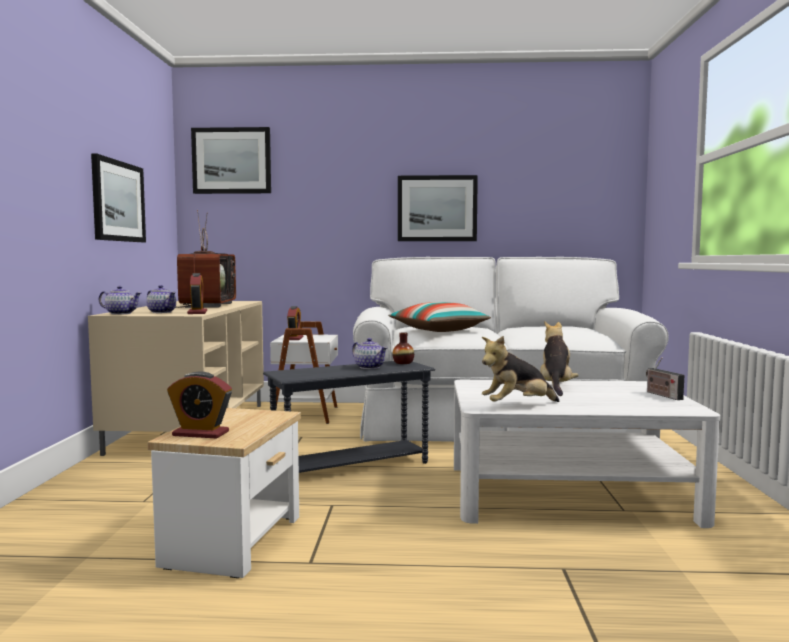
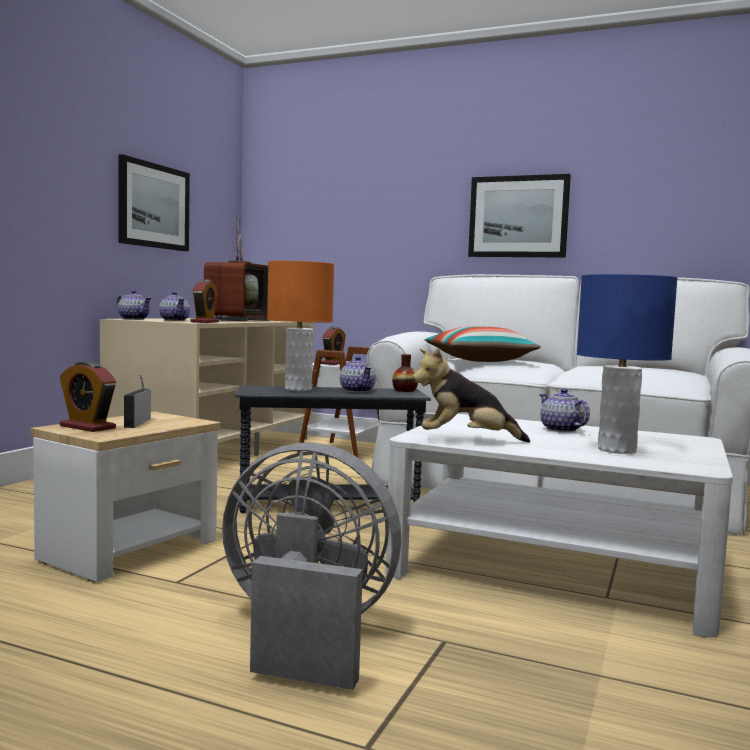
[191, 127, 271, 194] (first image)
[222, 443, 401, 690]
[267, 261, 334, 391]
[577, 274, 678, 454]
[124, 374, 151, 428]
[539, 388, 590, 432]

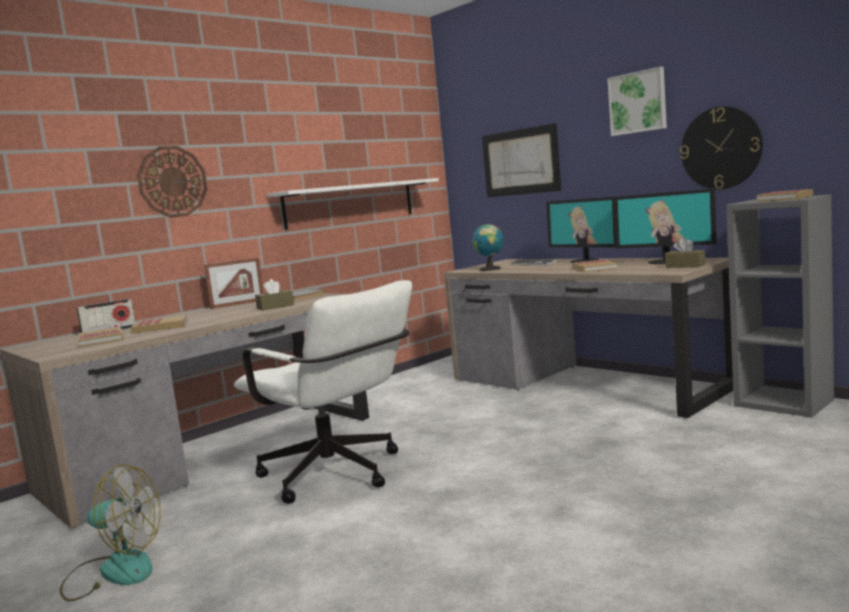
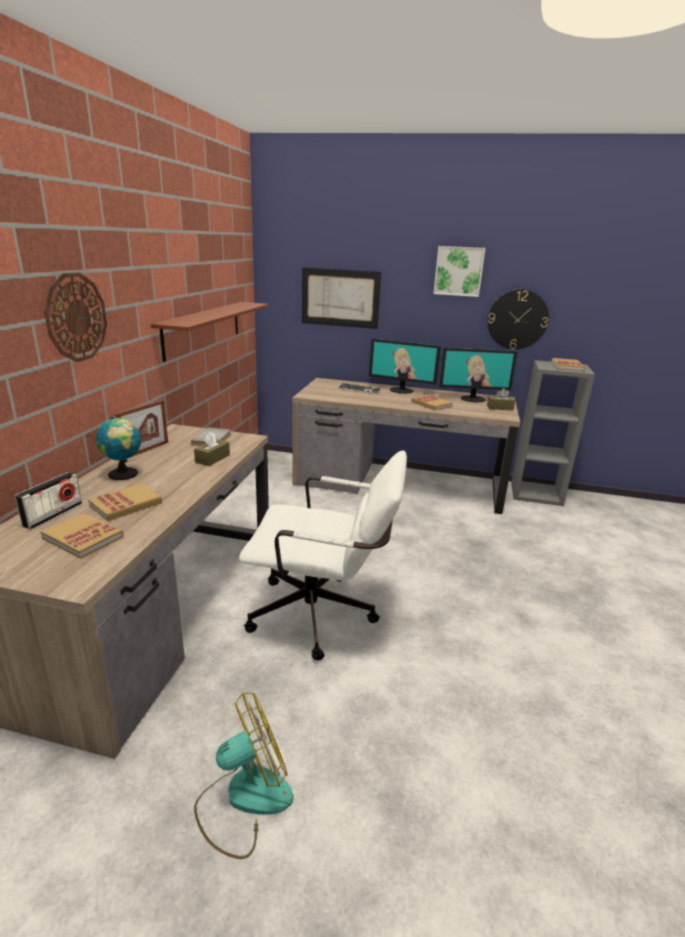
[96, 417, 141, 480]
[151, 302, 268, 362]

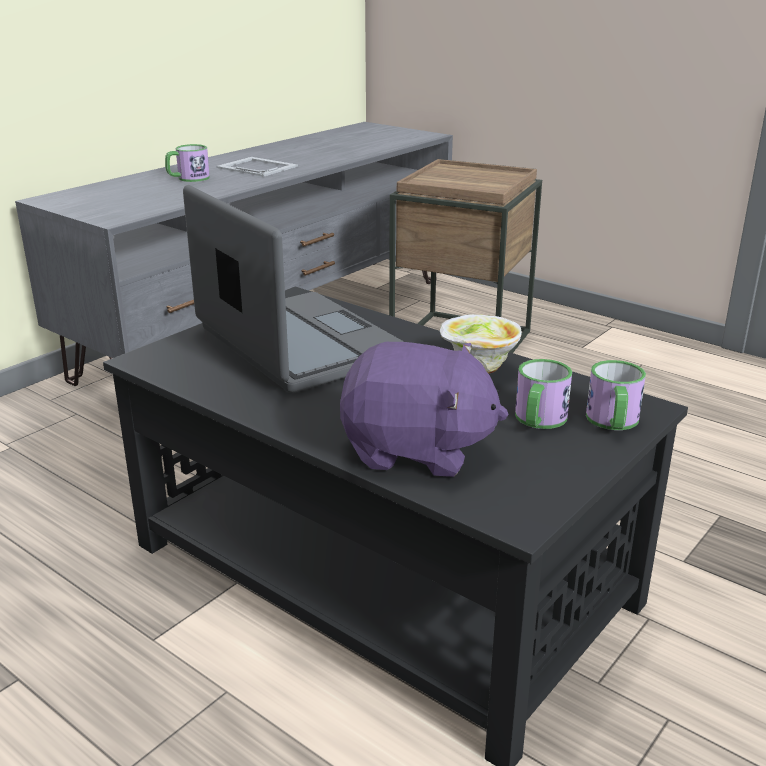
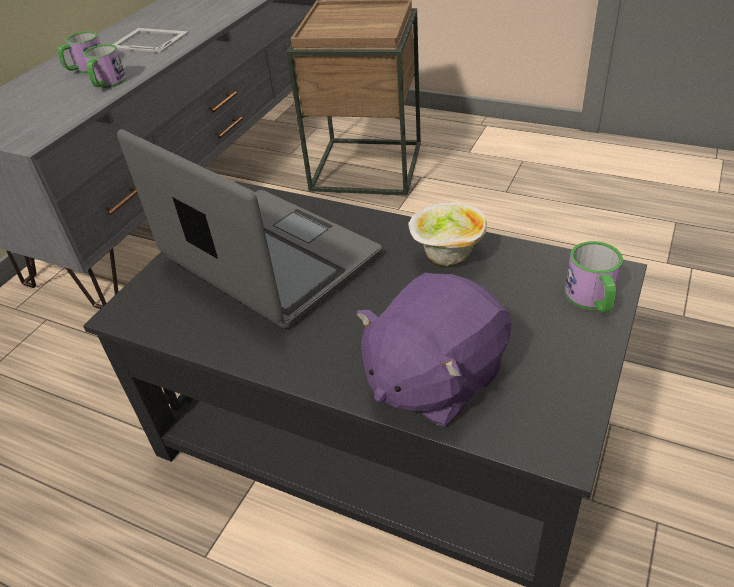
[84, 44, 127, 88]
[356, 273, 512, 427]

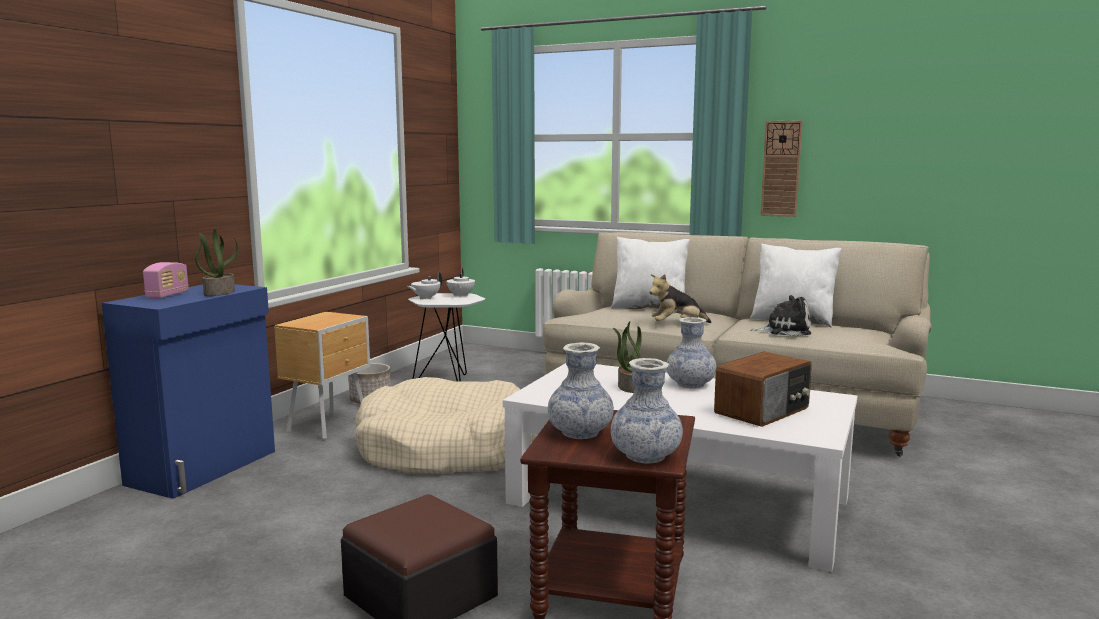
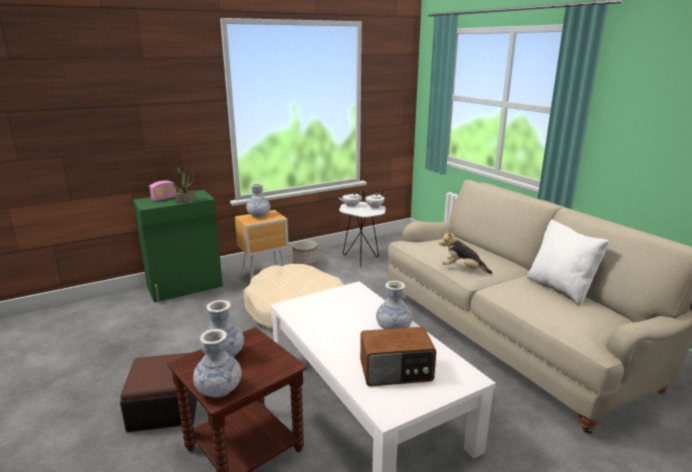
[610, 237, 690, 311] (first image)
[613, 321, 642, 393] (first image)
[750, 295, 811, 336] (first image)
[761, 120, 802, 217] (first image)
[246, 183, 270, 218]
[133, 190, 223, 302]

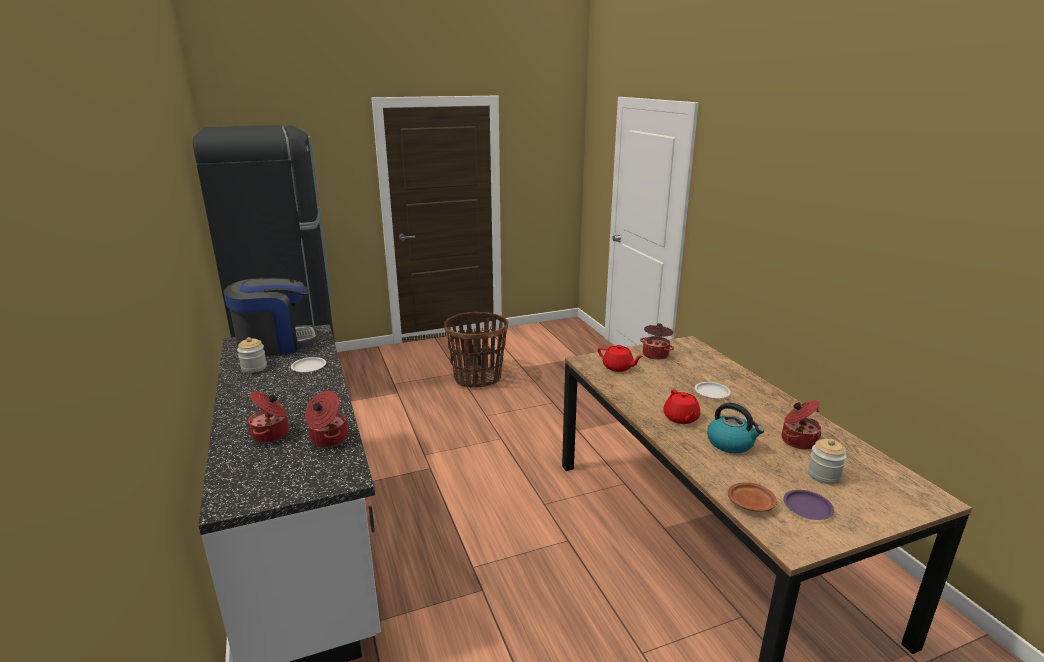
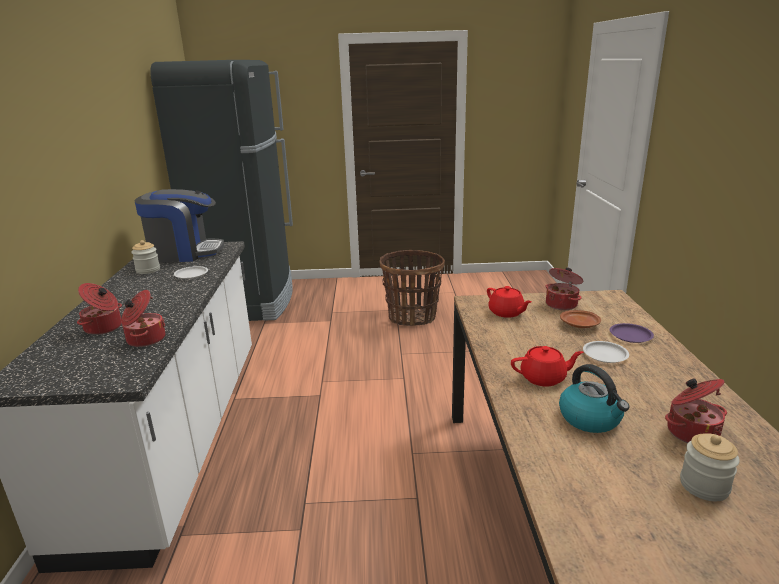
[560, 310, 601, 328]
[610, 323, 654, 343]
[511, 346, 583, 386]

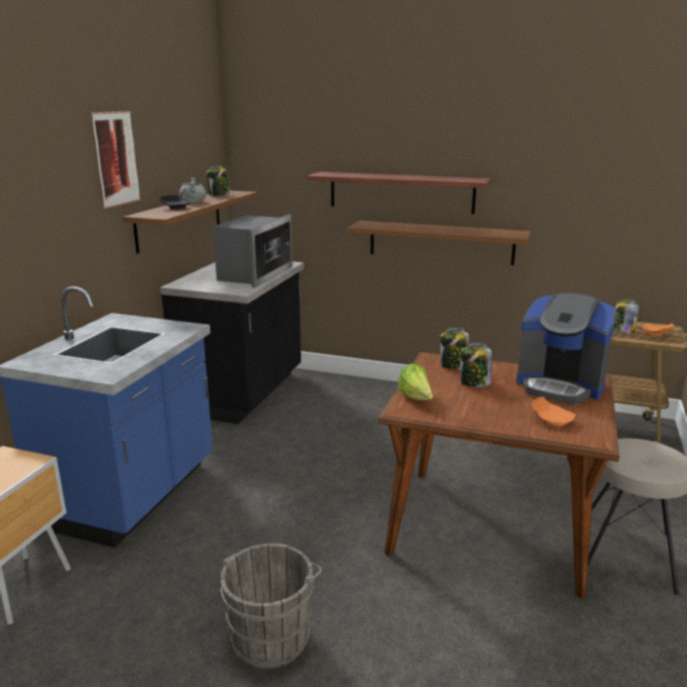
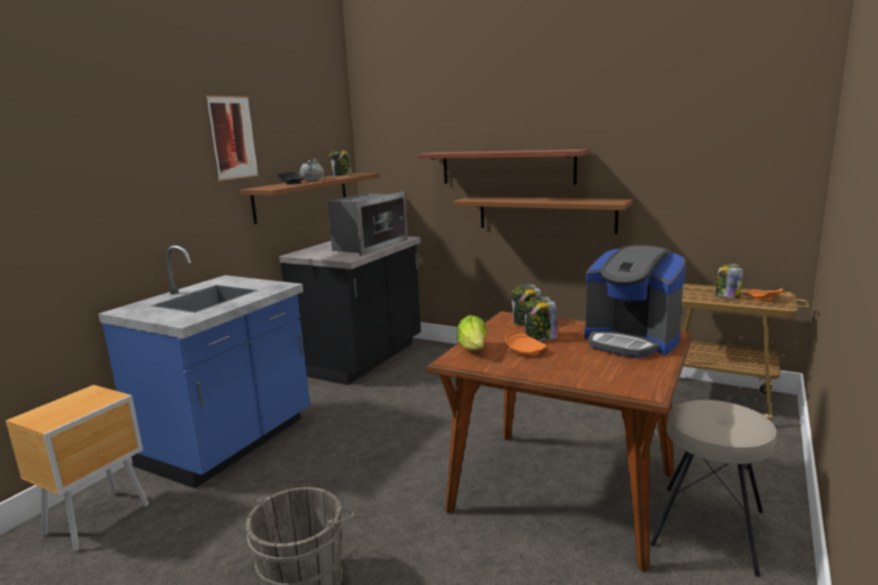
[505, 330, 546, 356]

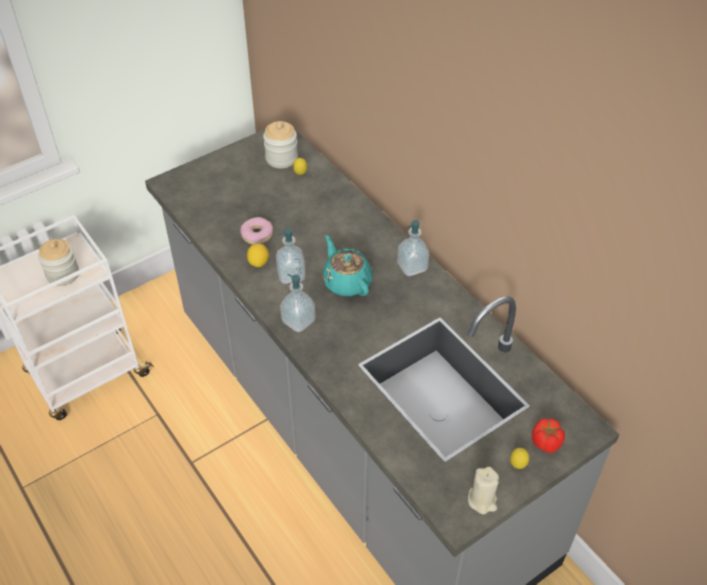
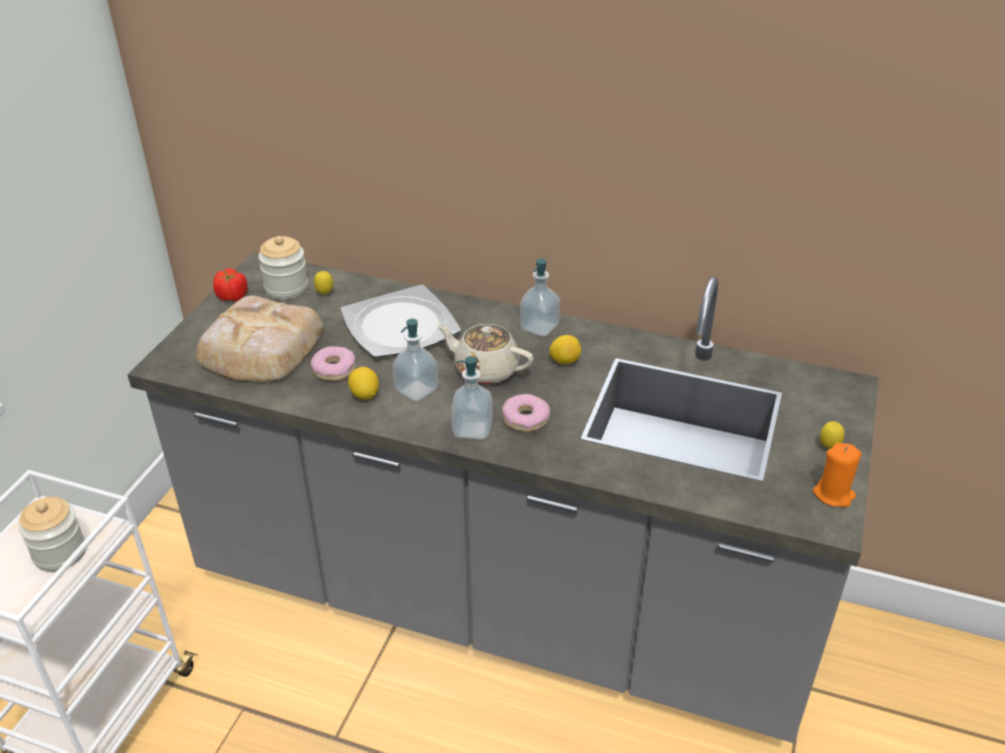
[196, 295, 323, 382]
[340, 285, 461, 358]
[502, 394, 550, 432]
[549, 335, 581, 364]
[213, 269, 248, 301]
[436, 324, 533, 384]
[813, 443, 861, 507]

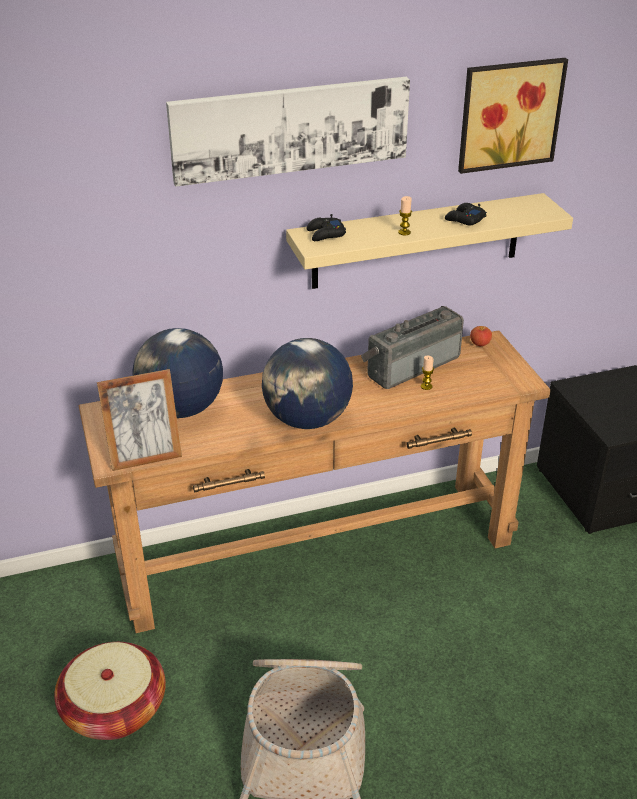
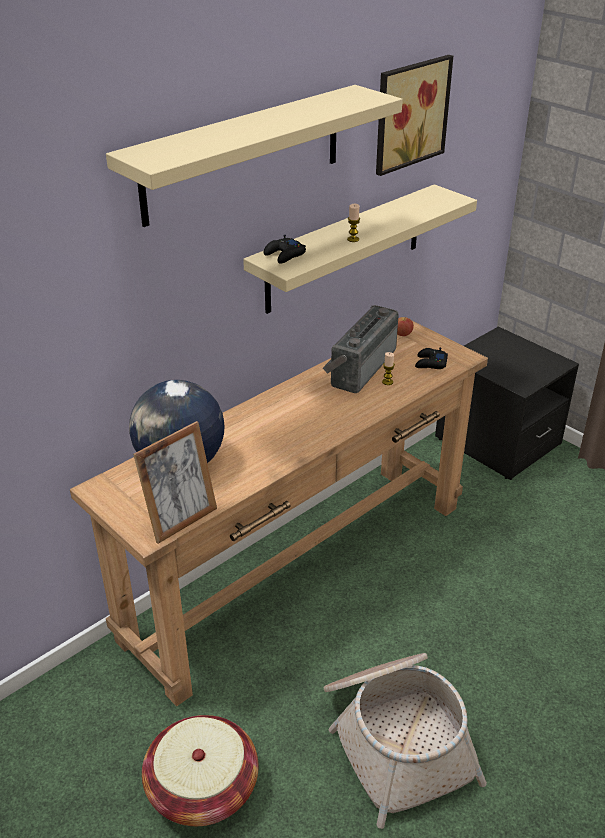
[262, 338, 353, 429] (first image)
[415, 348, 448, 369]
[106, 85, 403, 227]

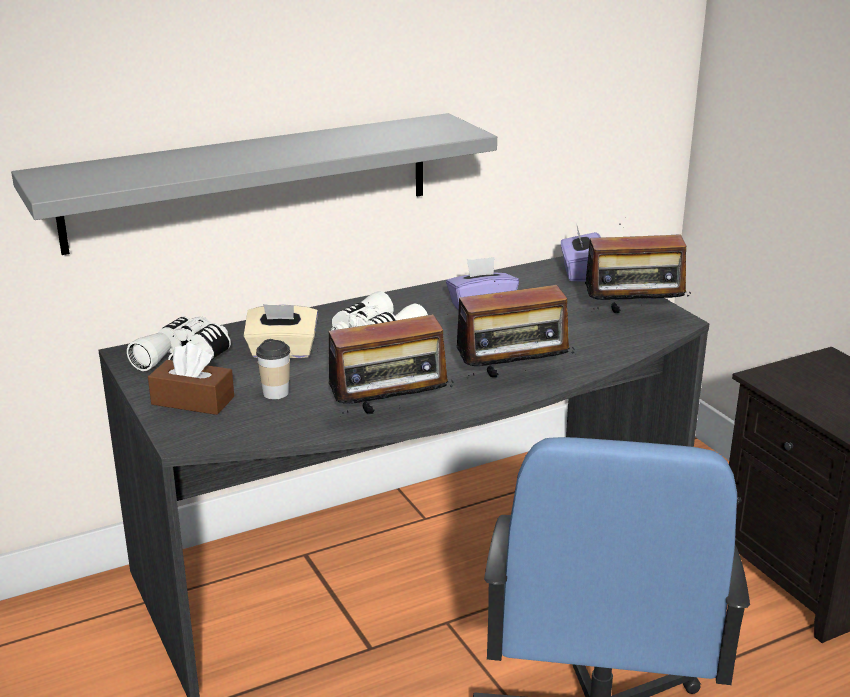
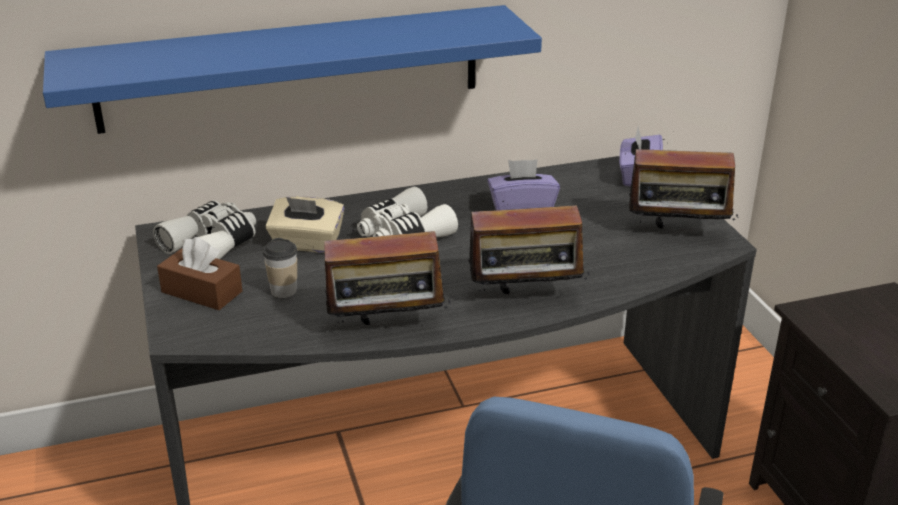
[43, 5, 542, 134]

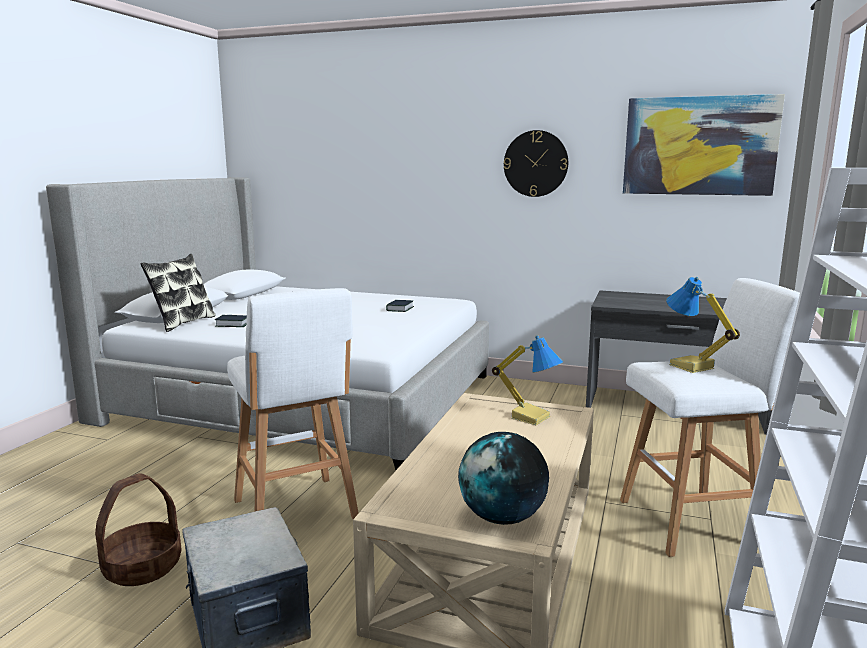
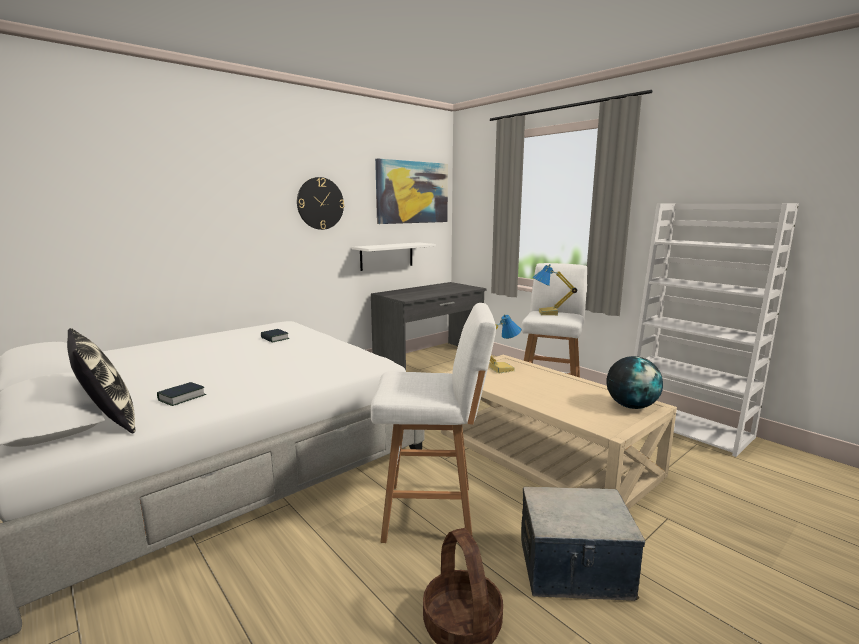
[352, 242, 436, 271]

